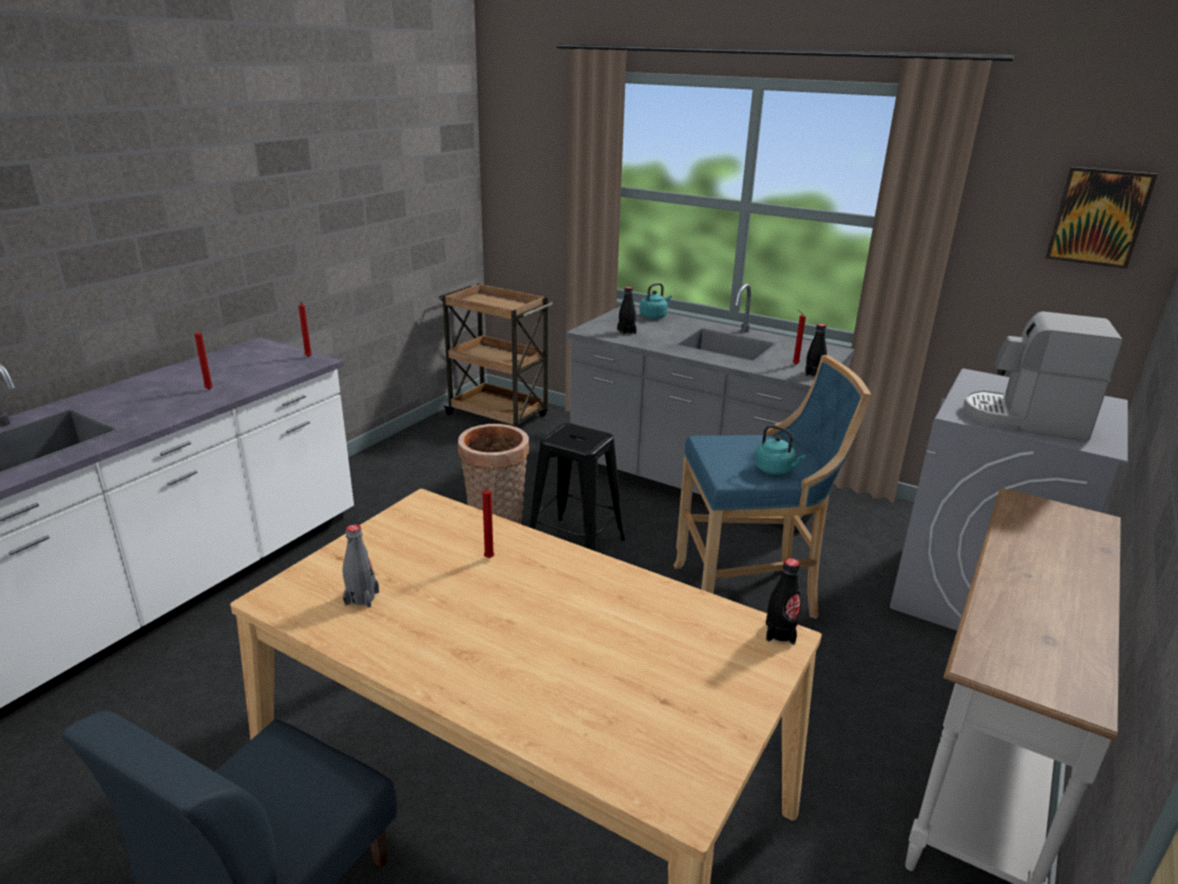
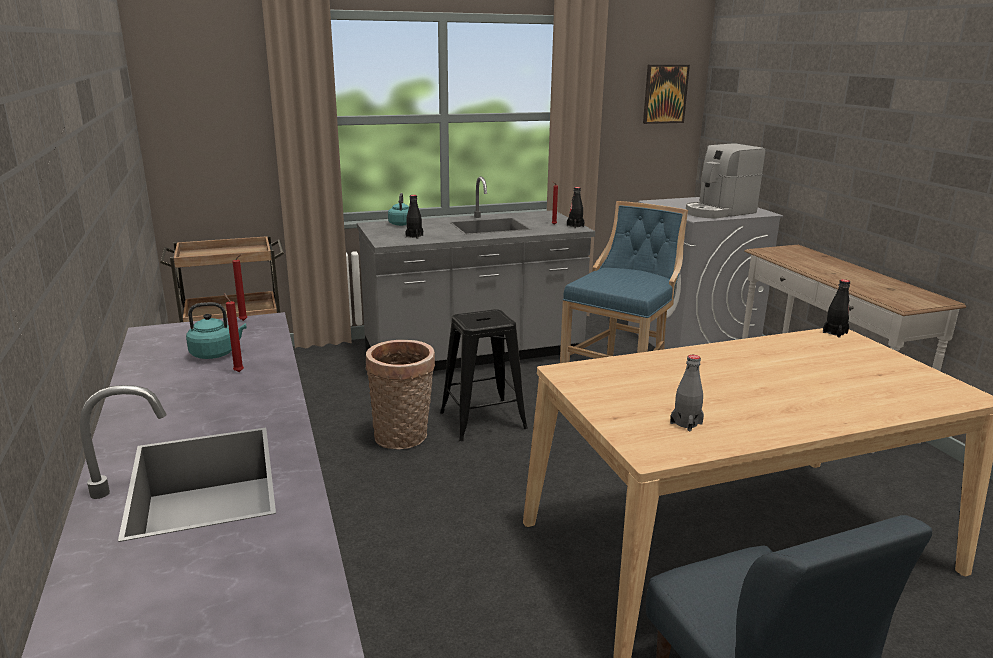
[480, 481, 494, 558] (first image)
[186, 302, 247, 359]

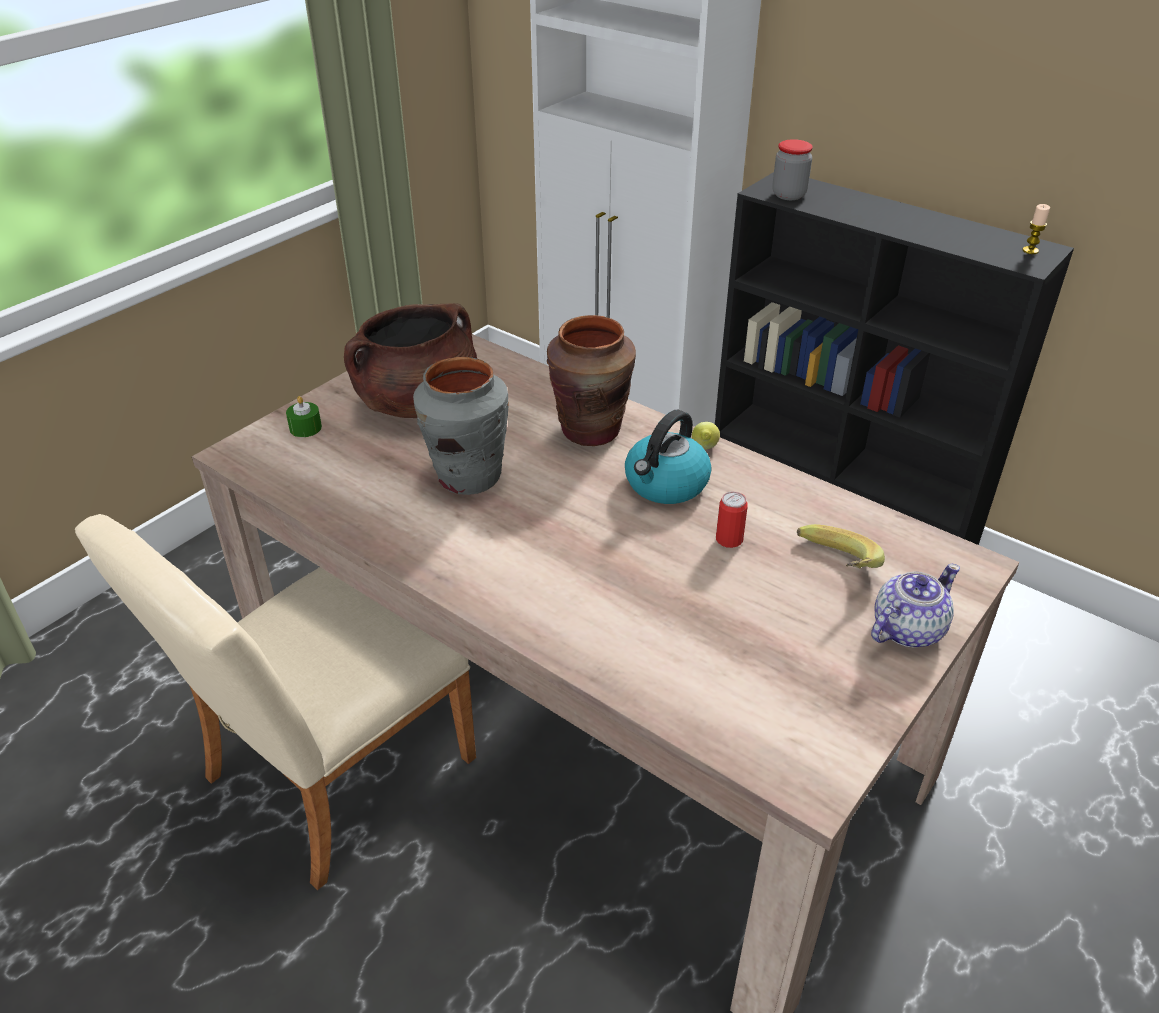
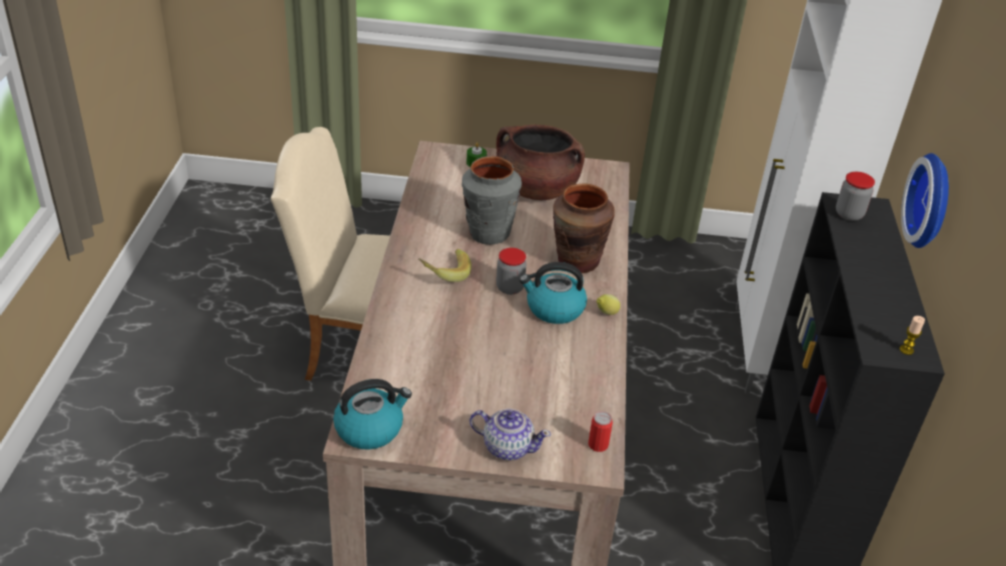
[333, 379, 412, 450]
[496, 248, 527, 295]
[901, 153, 949, 248]
[588, 411, 613, 452]
[418, 249, 472, 282]

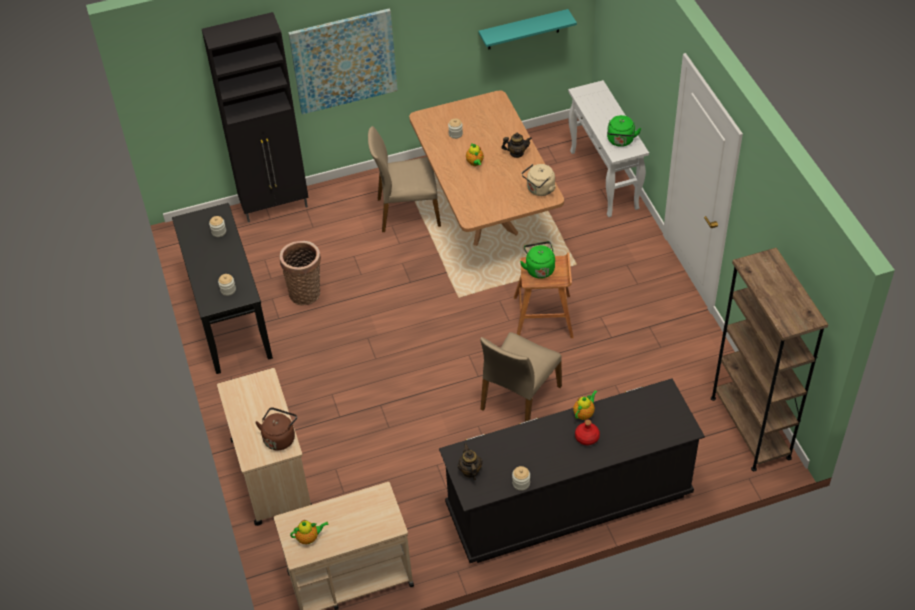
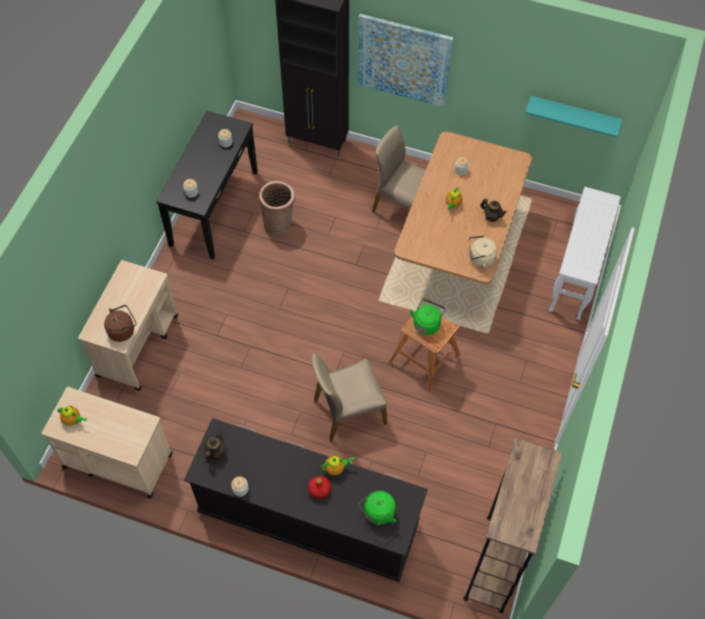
[359, 491, 396, 525]

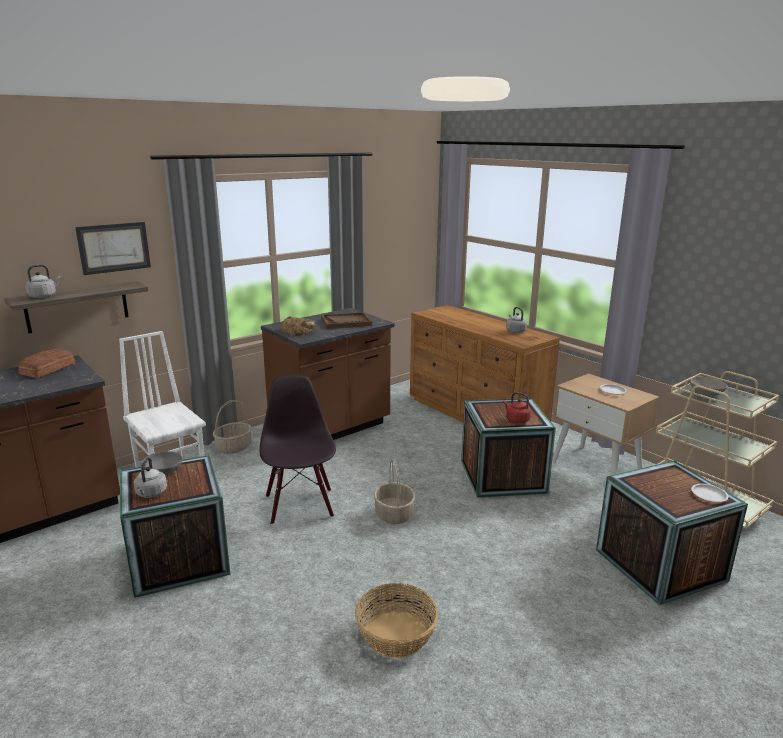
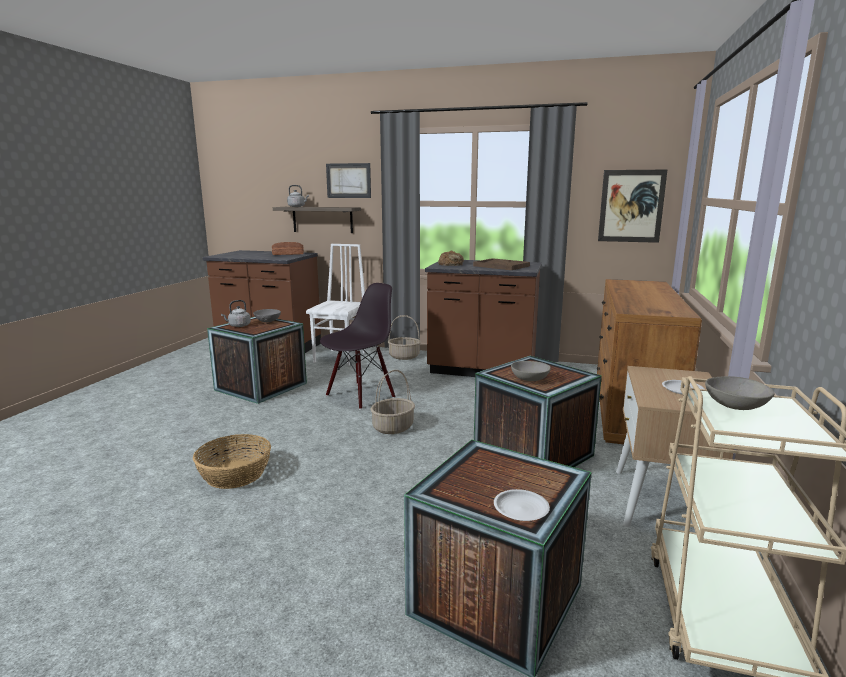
[506, 307, 527, 333] (first image)
[598, 170, 667, 243]
[511, 361, 551, 381]

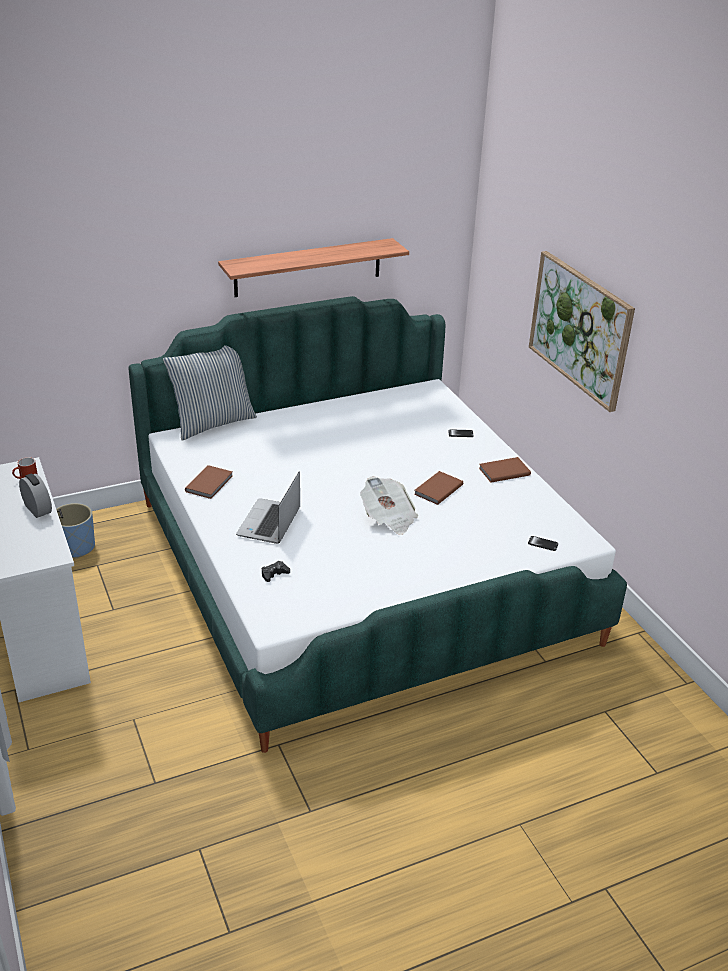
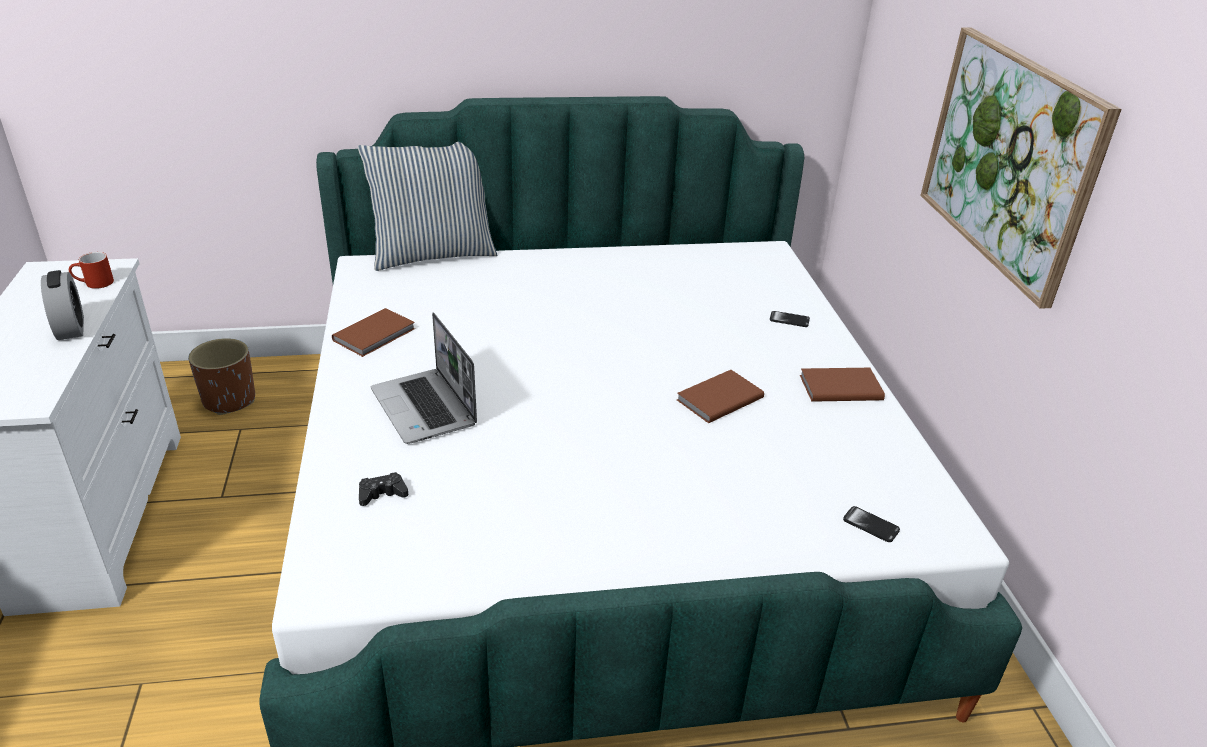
[218, 238, 409, 297] (first image)
[360, 476, 418, 535] (first image)
[188, 338, 255, 415]
[371, 312, 477, 444]

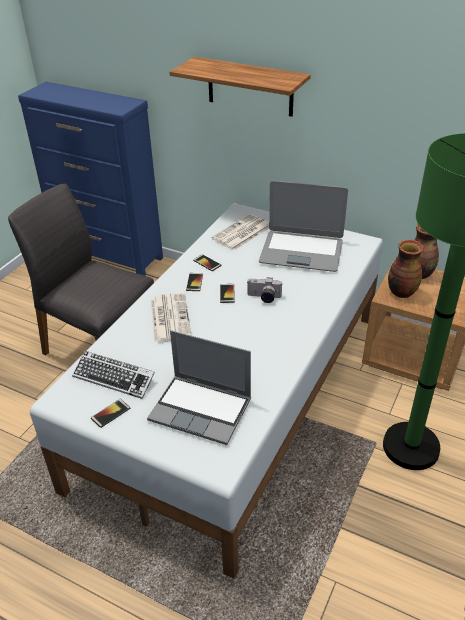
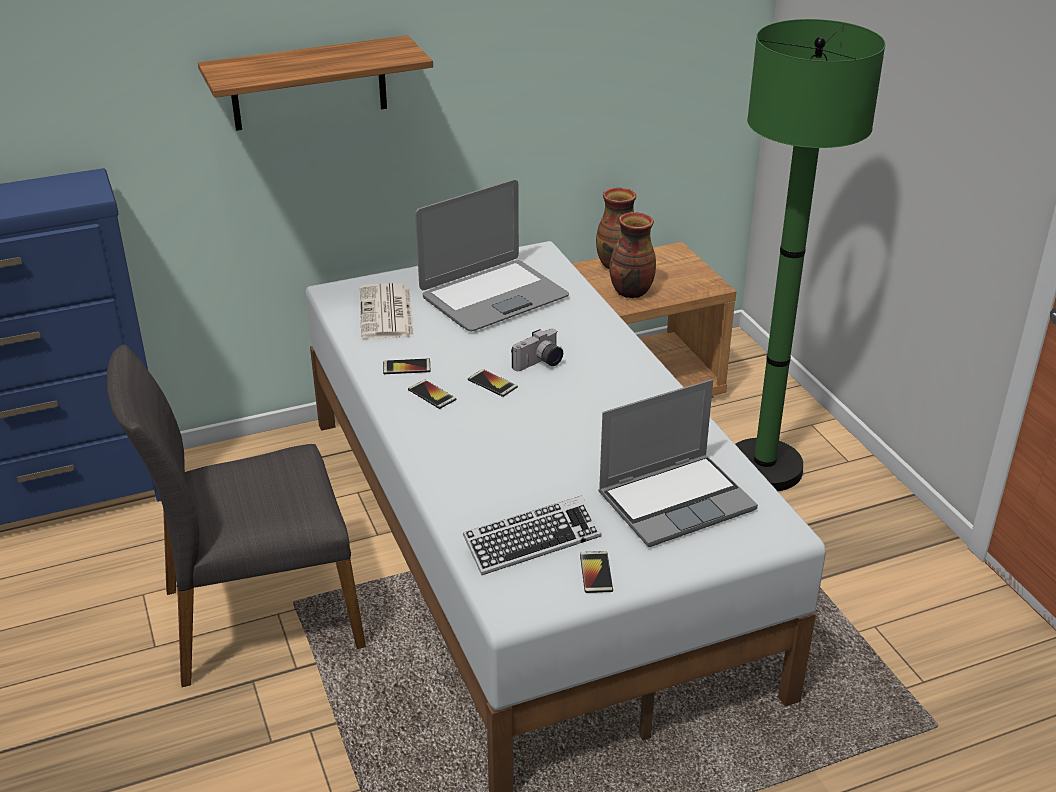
[151, 293, 192, 343] (first image)

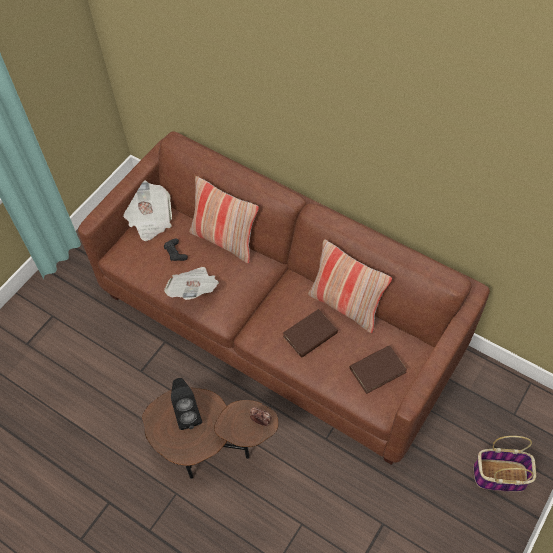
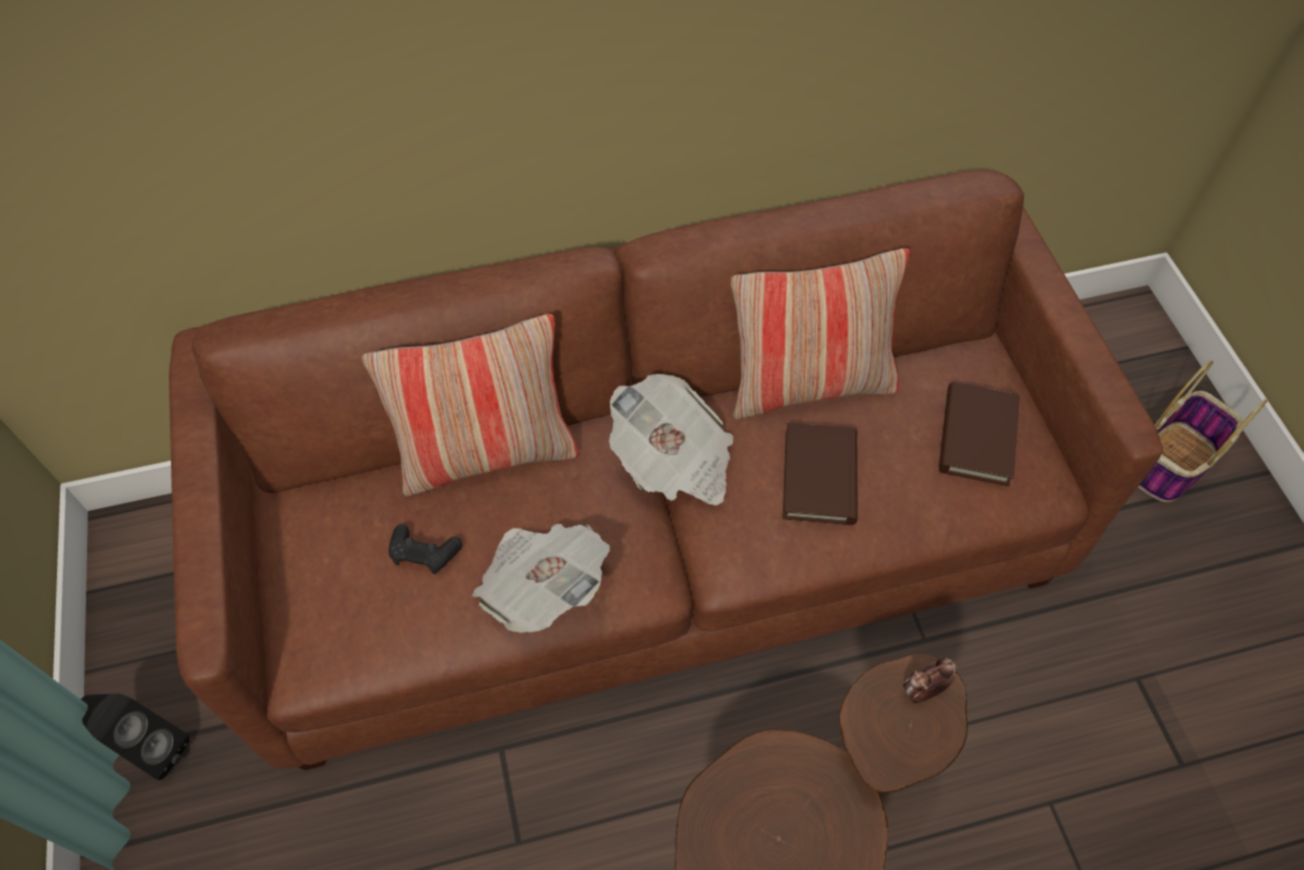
[609, 374, 733, 505]
[81, 694, 189, 780]

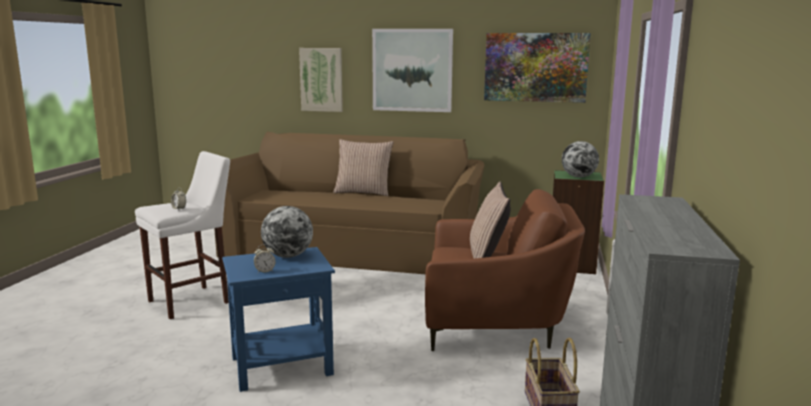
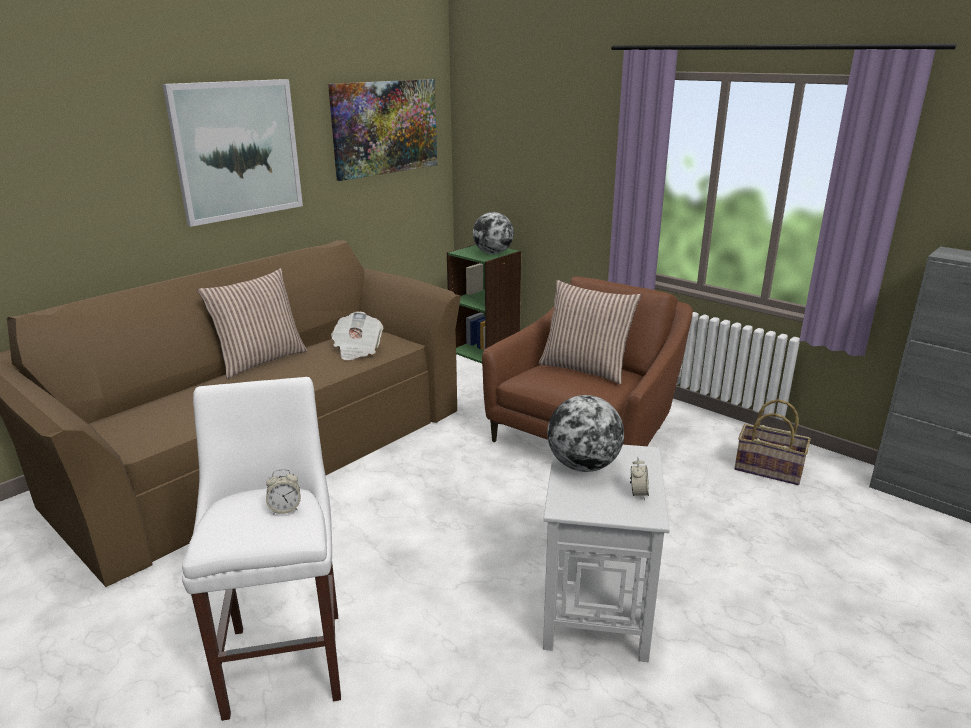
[299, 48, 343, 112] (first image)
[331, 312, 383, 360]
[543, 445, 670, 662]

